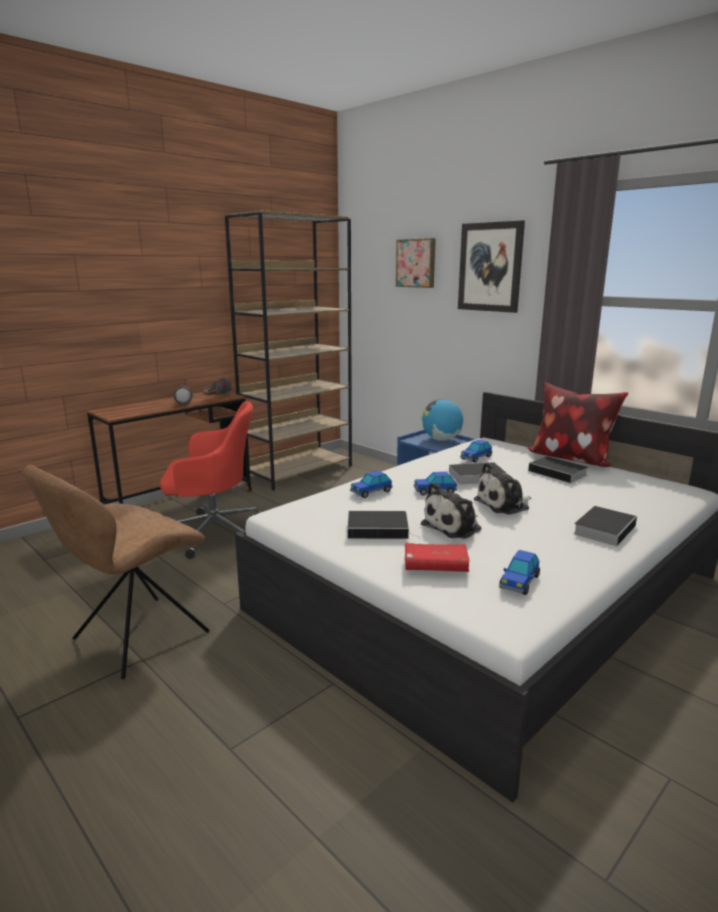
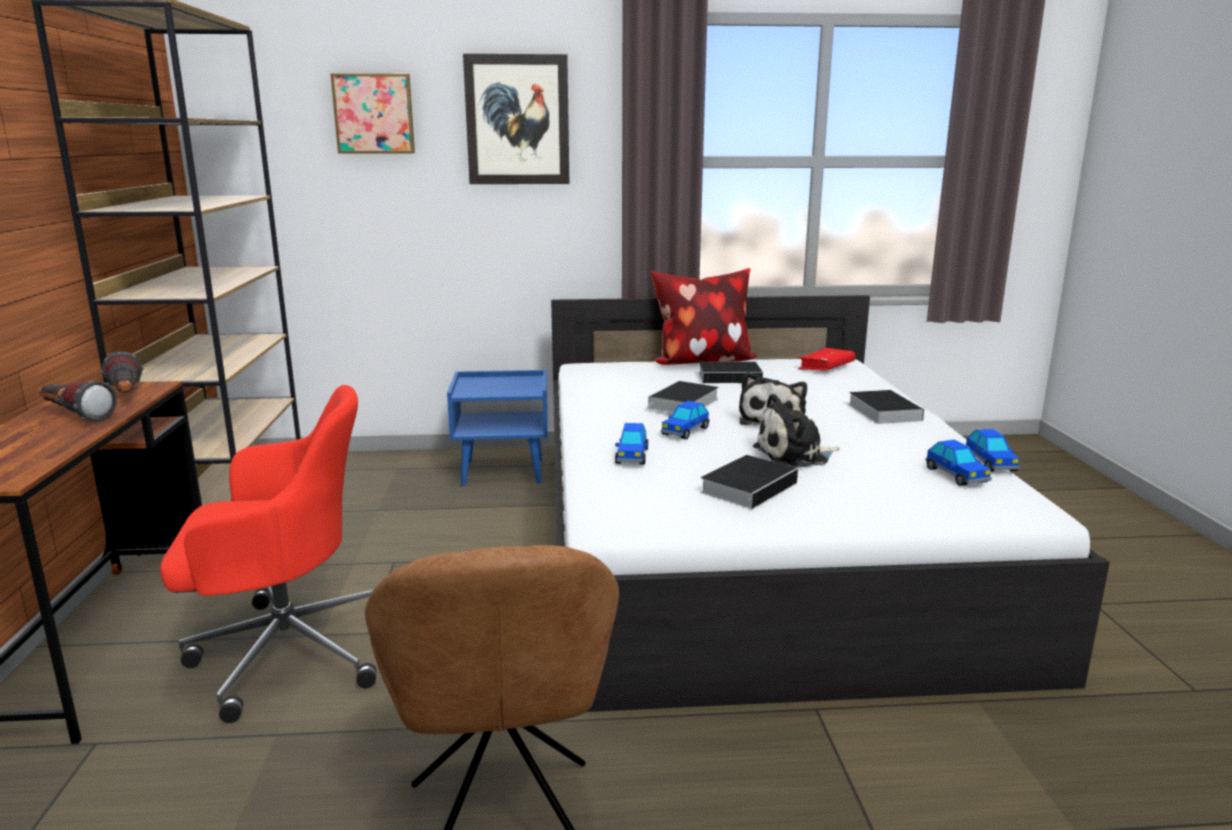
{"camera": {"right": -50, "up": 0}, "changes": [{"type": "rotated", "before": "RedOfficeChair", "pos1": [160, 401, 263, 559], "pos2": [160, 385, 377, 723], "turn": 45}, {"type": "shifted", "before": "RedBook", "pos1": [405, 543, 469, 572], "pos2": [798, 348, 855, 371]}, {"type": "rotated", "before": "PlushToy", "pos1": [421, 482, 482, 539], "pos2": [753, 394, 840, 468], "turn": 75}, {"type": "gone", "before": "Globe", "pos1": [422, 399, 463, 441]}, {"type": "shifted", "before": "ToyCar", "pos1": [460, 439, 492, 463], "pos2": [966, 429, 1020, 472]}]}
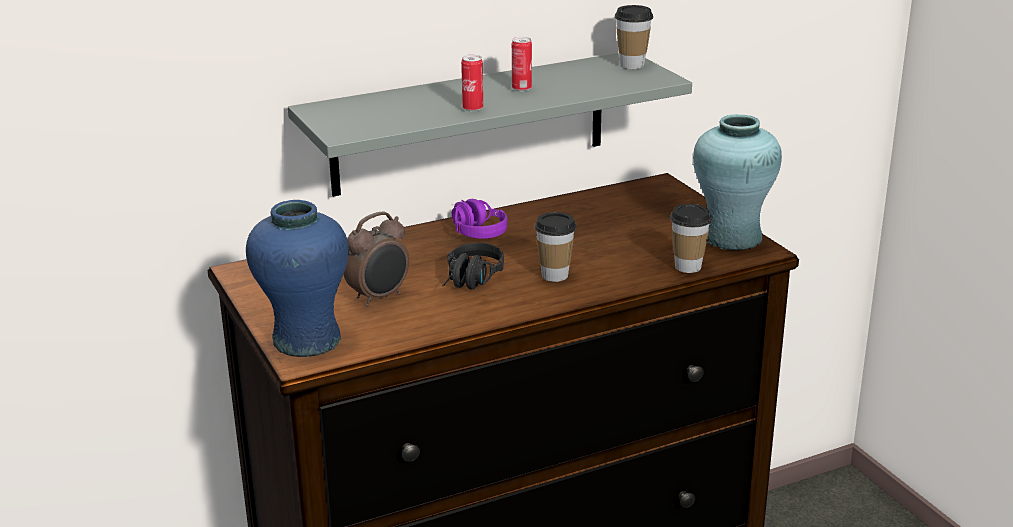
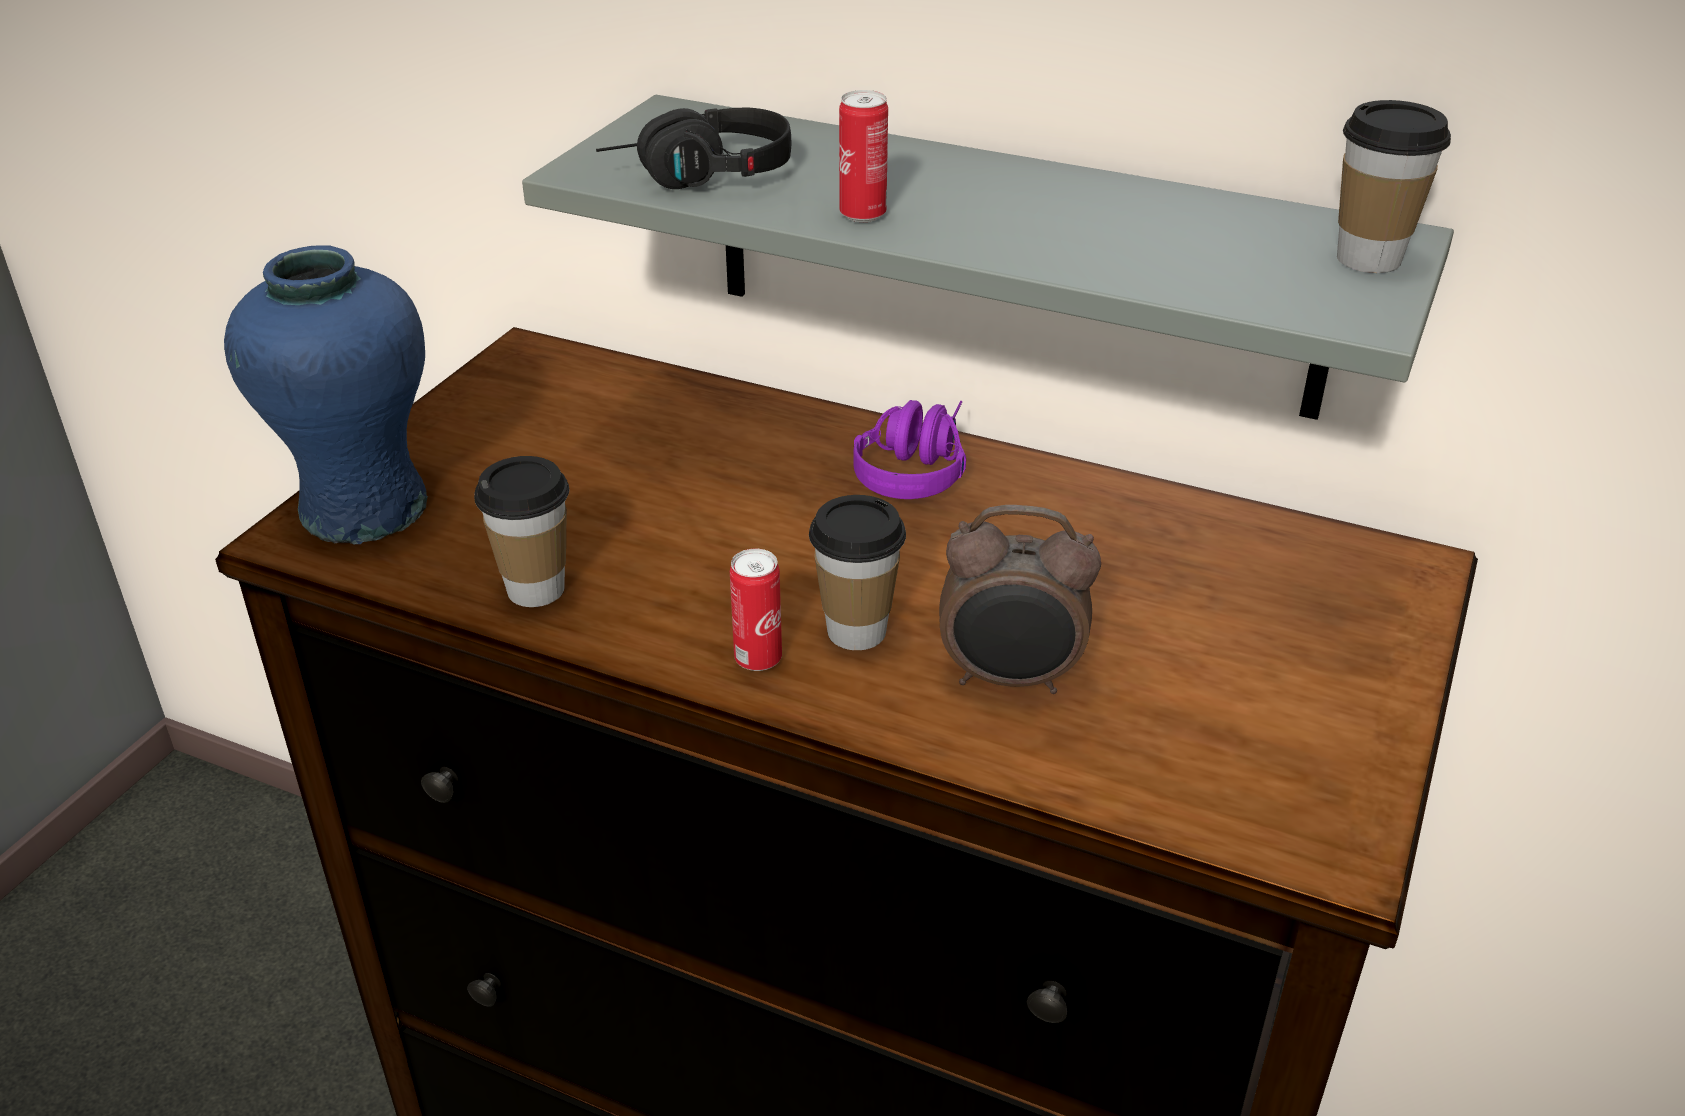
{"camera": {"right": 50, "up": 10}, "changes": [{"type": "shifted", "before": "AlarmClock", "pos1": [344, 212, 409, 307], "pos2": [939, 505, 1101, 694]}, {"type": "shifted", "before": "BlackHeadphones", "pos1": [443, 243, 504, 290], "pos2": [596, 108, 791, 189]}, {"type": "shifted", "before": "Can", "pos1": [512, 37, 532, 92], "pos2": [730, 549, 782, 671]}, {"type": "shifted", "before": "Cup", "pos1": [670, 204, 712, 273], "pos2": [474, 456, 570, 607]}, {"type": "gone", "before": "TurquoiseVase", "pos1": [693, 114, 782, 250]}]}
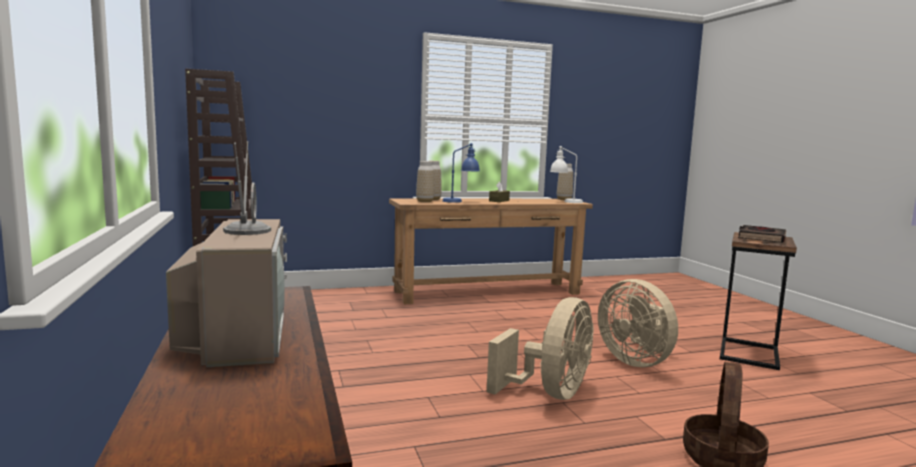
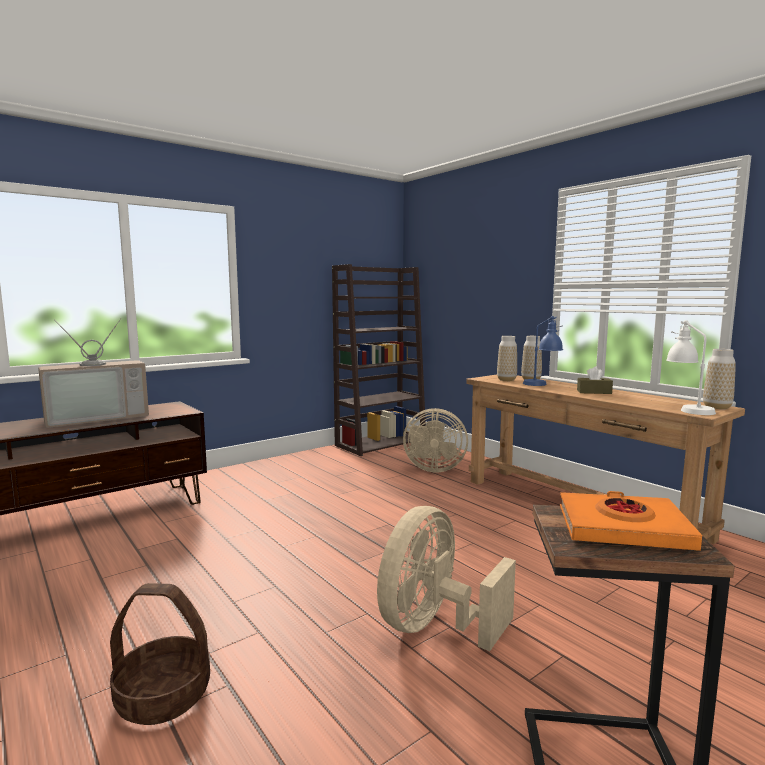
{"camera": {"right": 70, "up": 0}, "changes": [{"type": "shifted", "before": "BeigeFan", "pos1": [487, 297, 594, 400], "pos2": [403, 408, 468, 473]}, {"type": "repainted", "before": "BlackBook", "after": "OrangeBook", "pos1": [738, 225, 786, 243], "pos2": [560, 491, 702, 551]}]}
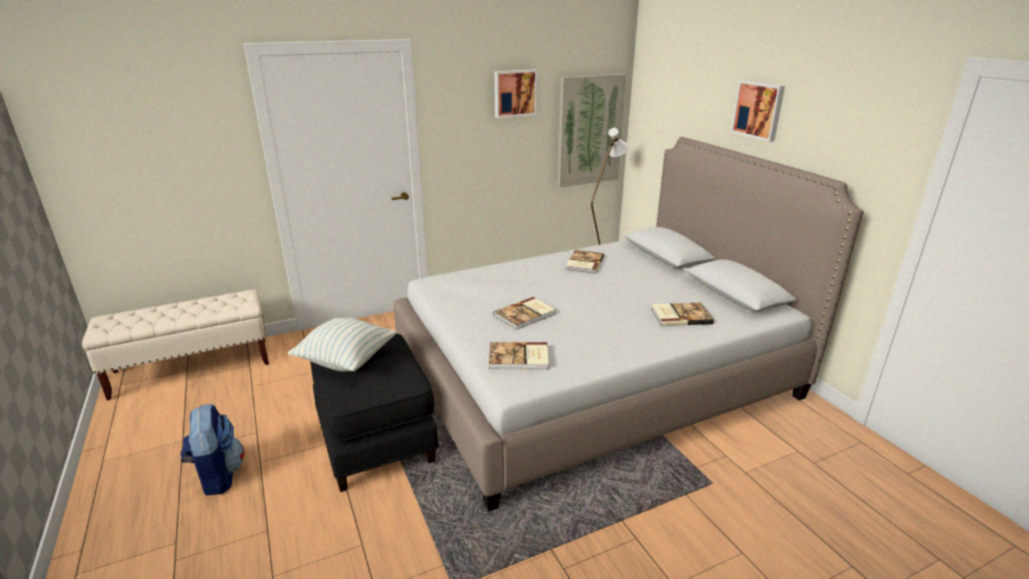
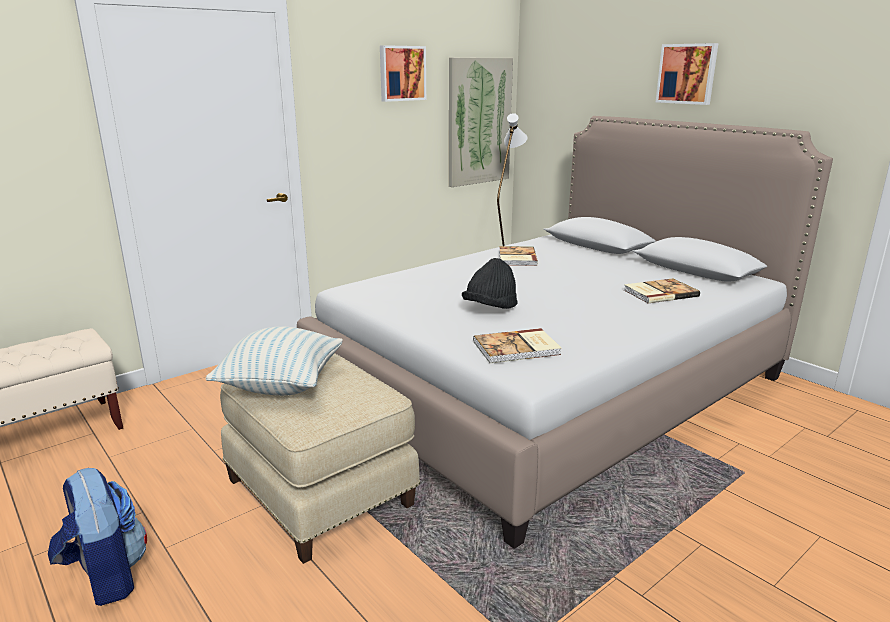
{"camera": {"right": -15, "up": -5}, "changes": [{"type": "repainted", "before": "BlackOttoman", "after": "BeigeOttoman", "pos1": [310, 334, 439, 492], "pos2": [220, 353, 420, 564]}, {"type": "swapped", "before": "Book", "after": "BlackHat", "pos1": [493, 297, 556, 330], "pos2": [462, 258, 518, 309]}]}
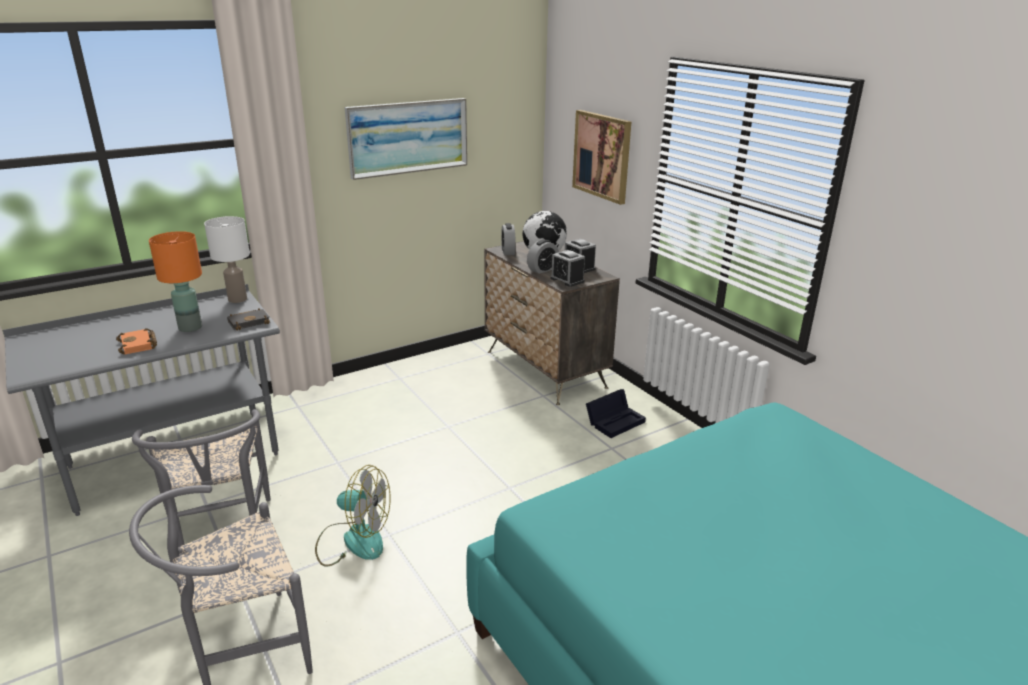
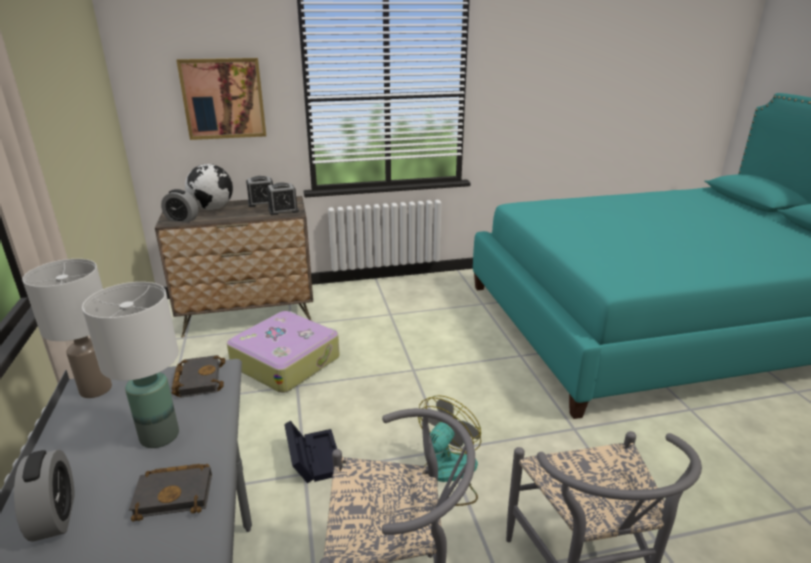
{"camera": {"right": -70, "up": 0}, "changes": [{"type": "repainted", "before": "OrangeBook", "after": "BlackBook", "pos1": [116, 328, 157, 354], "pos2": [129, 464, 212, 522]}, {"type": "repainted", "before": "OrangeTableLamp", "after": "WhiteTableLamp", "pos1": [149, 231, 202, 332], "pos2": [82, 282, 179, 448]}, {"type": "gone", "before": "Picture", "pos1": [345, 98, 467, 180]}, {"type": "shifted", "before": "AlarmClock", "pos1": [527, 239, 559, 274], "pos2": [14, 449, 75, 542]}, {"type": "shifted", "before": "BlackStorageBox", "pos1": [586, 389, 646, 438], "pos2": [284, 421, 337, 483]}, {"type": "new", "after": "Suitcase", "pos2": [227, 311, 340, 393]}]}
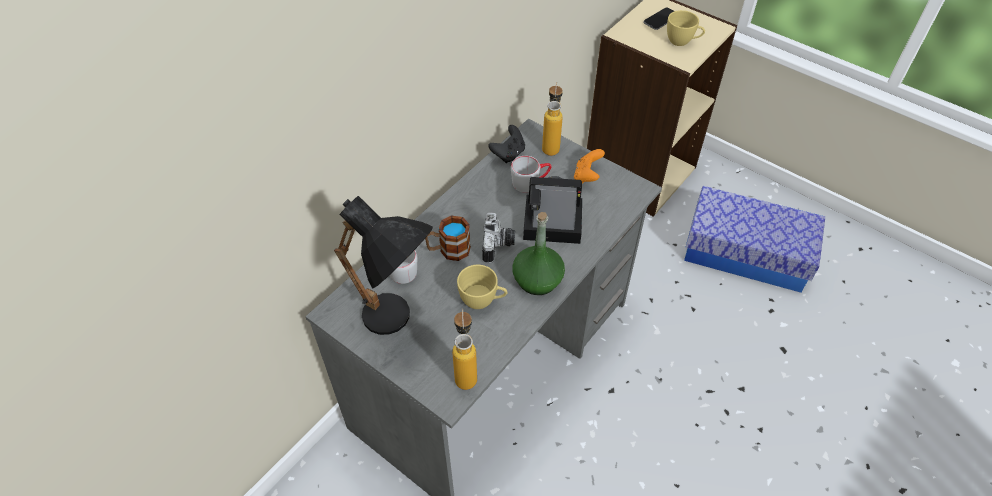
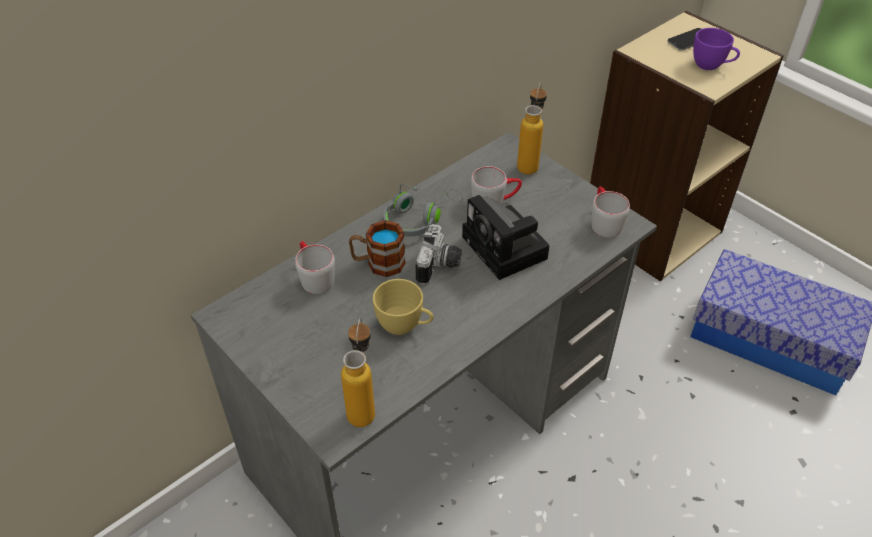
{"camera": {"right": 10, "up": -5}, "changes": [{"type": "gone", "before": "BlackTableLamp", "pos1": [334, 196, 433, 335]}, {"type": "gone", "before": "BlackGameController", "pos1": [488, 125, 525, 163]}, {"type": "gone", "before": "GreenBottle", "pos1": [512, 212, 565, 295]}, {"type": "rotated", "before": "PhotoCamera", "pos1": [523, 176, 582, 244], "pos2": [462, 195, 549, 280], "turn": -135}, {"type": "gone", "before": "OrangeGameController", "pos1": [574, 149, 605, 184]}, {"type": "repainted", "before": "YellowCup", "after": "PurpleCup", "pos1": [667, 10, 705, 46], "pos2": [693, 28, 740, 70]}, {"type": "new", "after": "GreyHeadphones", "pos2": [383, 184, 463, 237]}, {"type": "new", "after": "GreyMug", "pos2": [591, 187, 630, 238]}]}
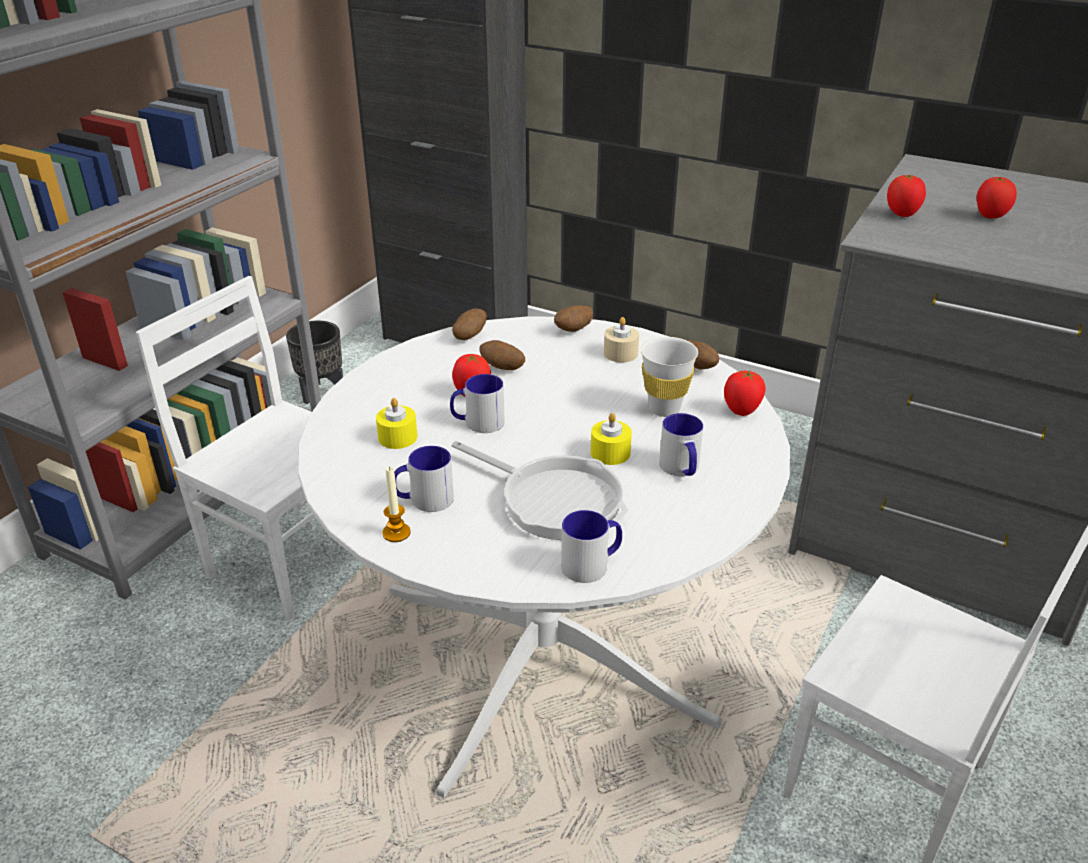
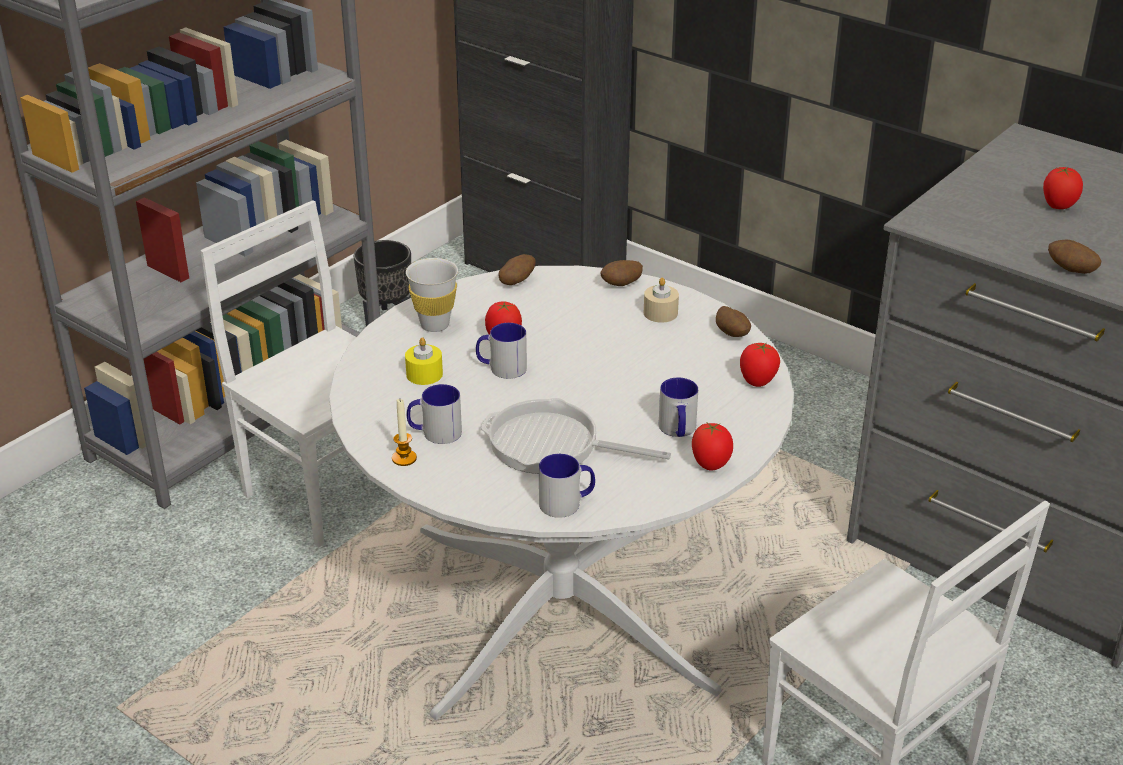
{"camera": {"right": 10, "up": 0}, "changes": [{"type": "rotated", "before": "FryingPan", "pos1": [451, 441, 628, 540], "pos2": [481, 398, 671, 474], "turn": 150}, {"type": "shifted", "before": "Potato", "pos1": [479, 340, 525, 370], "pos2": [1048, 240, 1101, 274]}, {"type": "gone", "before": "YellowCandle", "pos1": [591, 413, 632, 465]}, {"type": "shifted", "before": "WhiteCup", "pos1": [641, 337, 698, 417], "pos2": [406, 258, 458, 332]}, {"type": "shifted", "before": "Tomato", "pos1": [887, 174, 926, 217], "pos2": [692, 423, 733, 470]}]}
